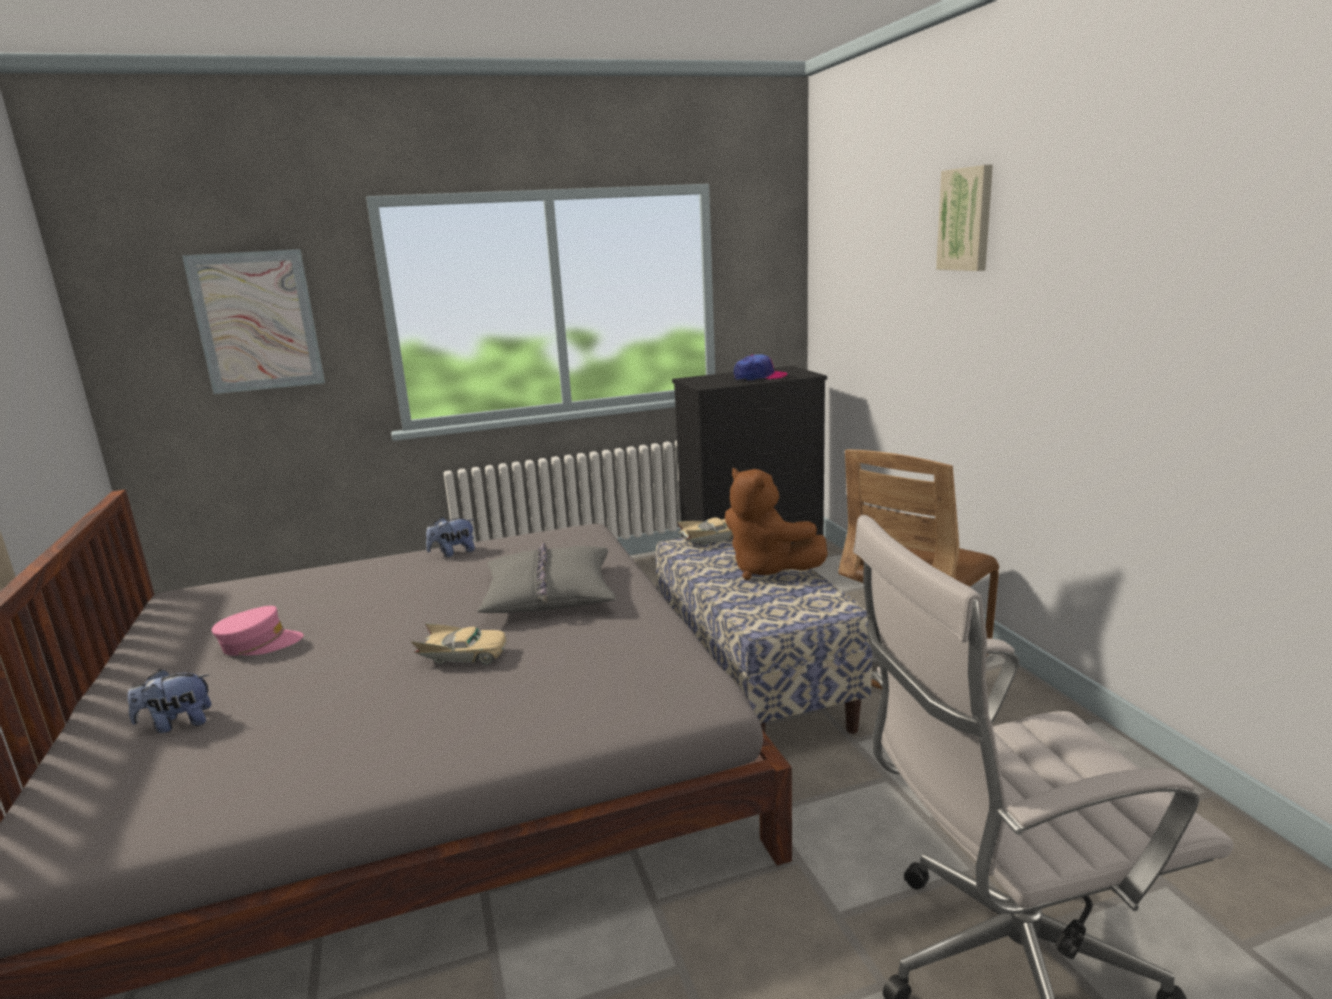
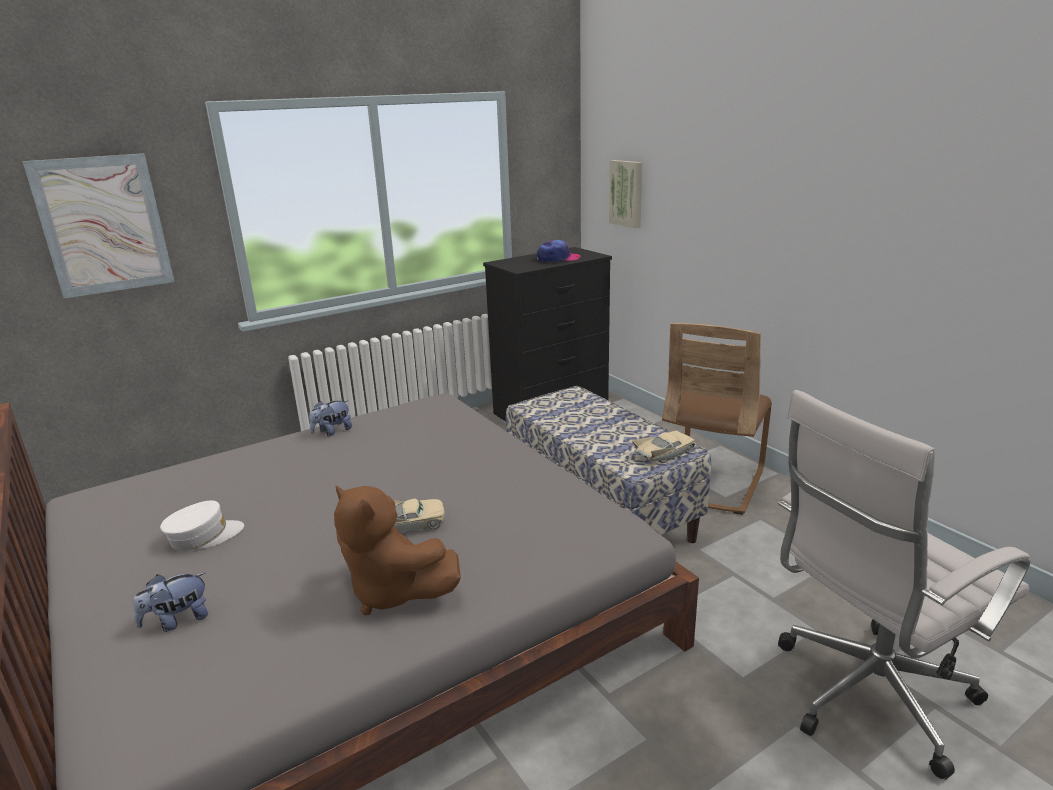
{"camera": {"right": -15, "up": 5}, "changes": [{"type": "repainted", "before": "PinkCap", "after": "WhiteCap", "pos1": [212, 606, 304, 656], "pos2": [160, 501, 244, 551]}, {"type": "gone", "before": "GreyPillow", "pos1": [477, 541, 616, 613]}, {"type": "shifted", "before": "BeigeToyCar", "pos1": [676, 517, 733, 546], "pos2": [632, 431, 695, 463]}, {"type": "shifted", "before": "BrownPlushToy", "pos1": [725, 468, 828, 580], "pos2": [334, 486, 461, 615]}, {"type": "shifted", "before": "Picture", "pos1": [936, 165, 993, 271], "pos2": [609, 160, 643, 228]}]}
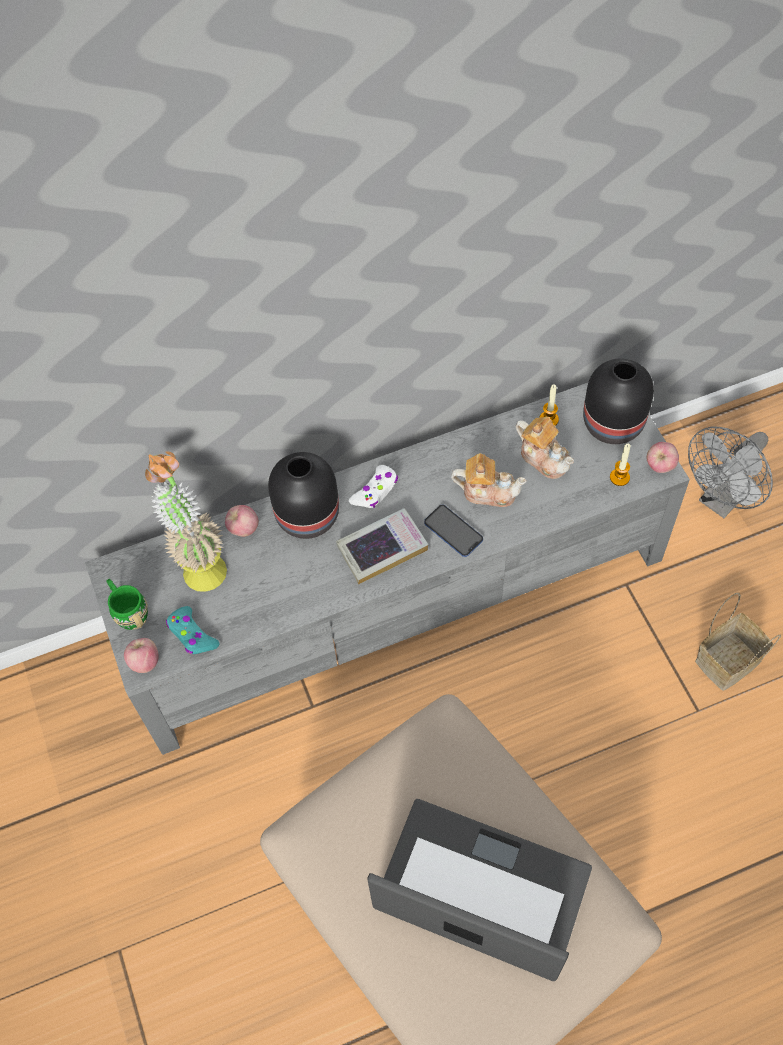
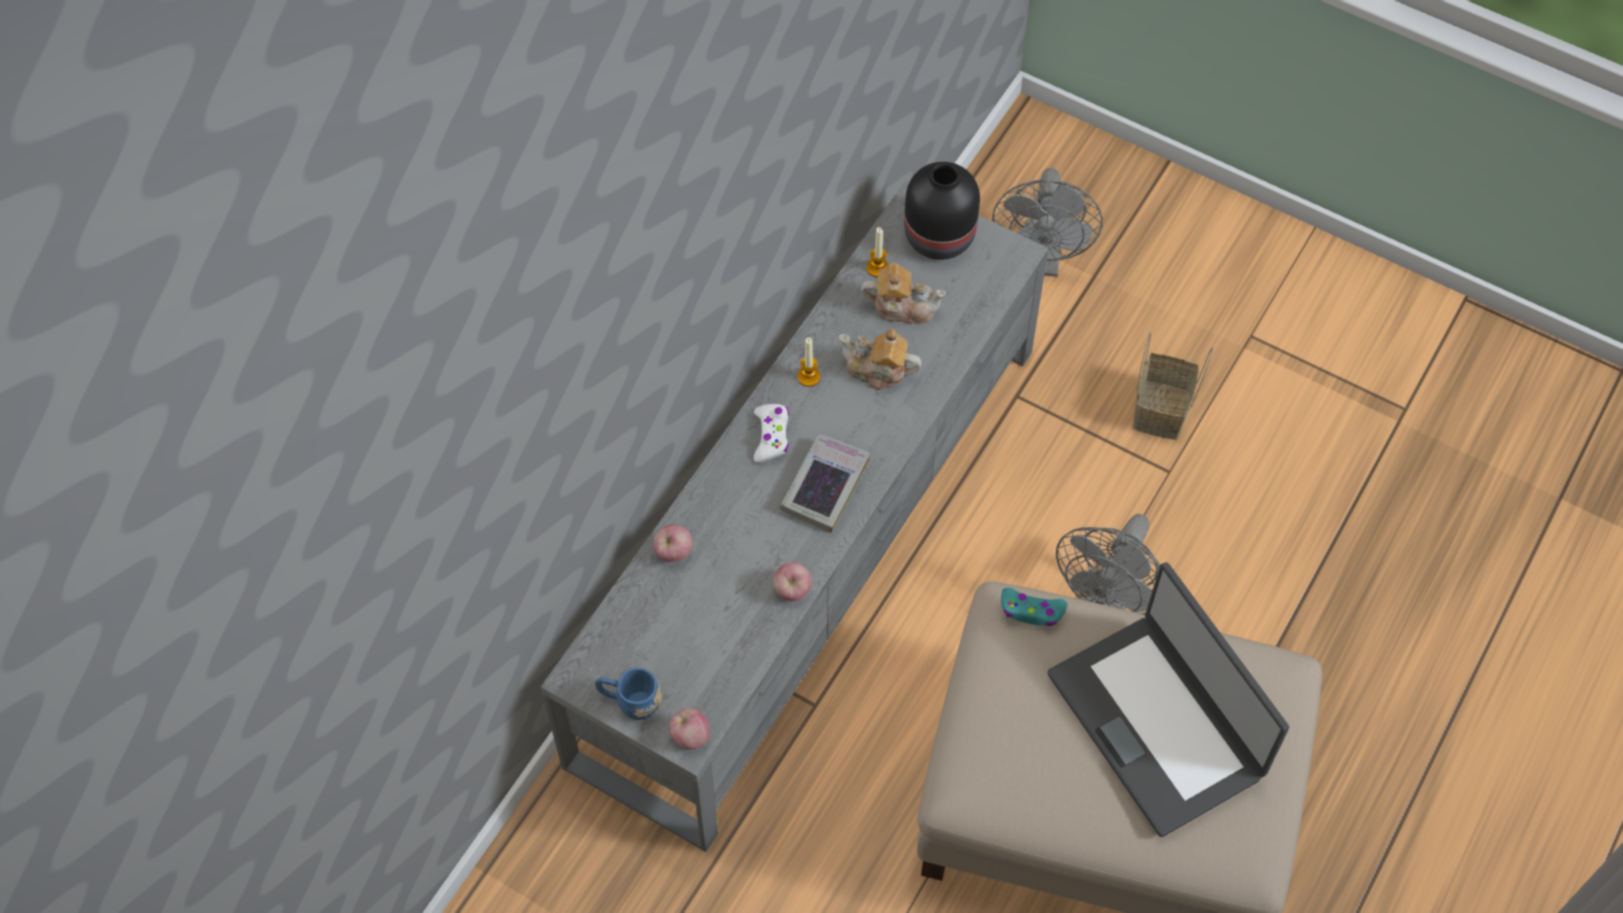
{"camera": {"right": -40, "up": 0}, "changes": [{"type": "repainted", "before": "GreenMug", "after": "BlueMug", "pos1": [107, 579, 148, 630], "pos2": [595, 668, 662, 720]}, {"type": "gone", "before": "PottedPlant", "pos1": [145, 451, 227, 592]}, {"type": "shifted", "before": "TurquoiseGameController", "pos1": [166, 606, 219, 654], "pos2": [1001, 588, 1067, 626]}, {"type": "gone", "before": "BlackVase", "pos1": [268, 452, 339, 539]}, {"type": "rotated", "before": "Laptop", "pos1": [367, 799, 592, 981], "pos2": [1047, 562, 1289, 837], "turn": -105}, {"type": "gone", "before": "Phone", "pos1": [424, 505, 483, 557]}, {"type": "rotated", "before": "Teapot", "pos1": [451, 453, 527, 507], "pos2": [839, 329, 922, 390], "turn": -135}, {"type": "shifted", "before": "Candle", "pos1": [610, 444, 631, 486], "pos2": [797, 338, 821, 386]}, {"type": "shifted", "before": "Apple", "pos1": [647, 442, 679, 473], "pos2": [774, 562, 812, 601]}, {"type": "new", "after": "GreyFan", "pos2": [1056, 514, 1160, 615]}]}
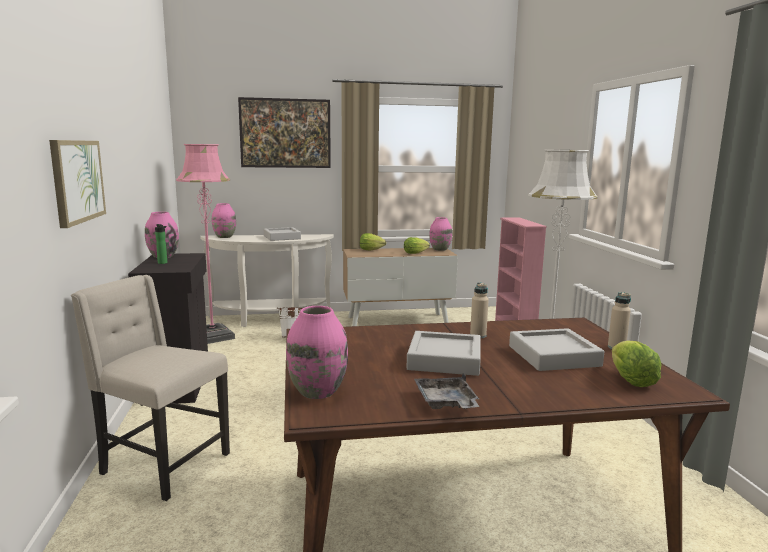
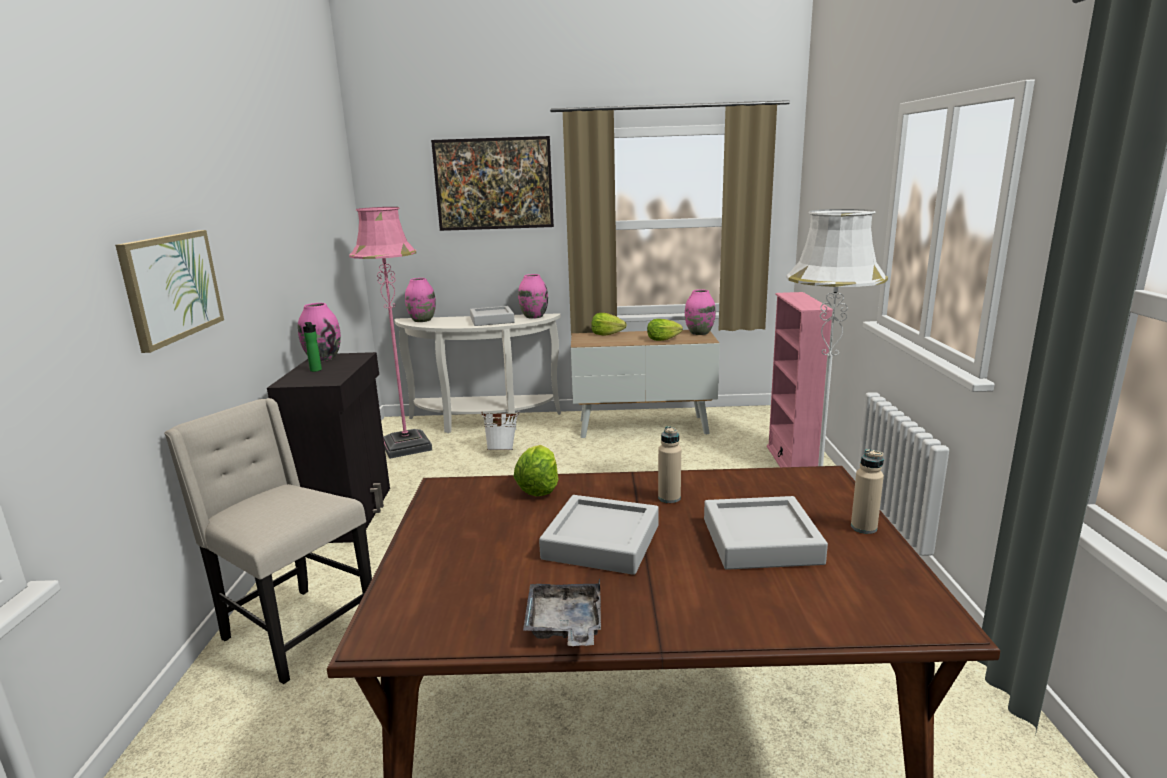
{"camera": {"right": 10, "up": 5}, "changes": [{"type": "shifted", "before": "PinkVase", "pos1": [286, 306, 348, 399], "pos2": [518, 274, 548, 319]}, {"type": "shifted", "before": "Lettuce", "pos1": [612, 341, 661, 387], "pos2": [514, 445, 559, 496]}]}
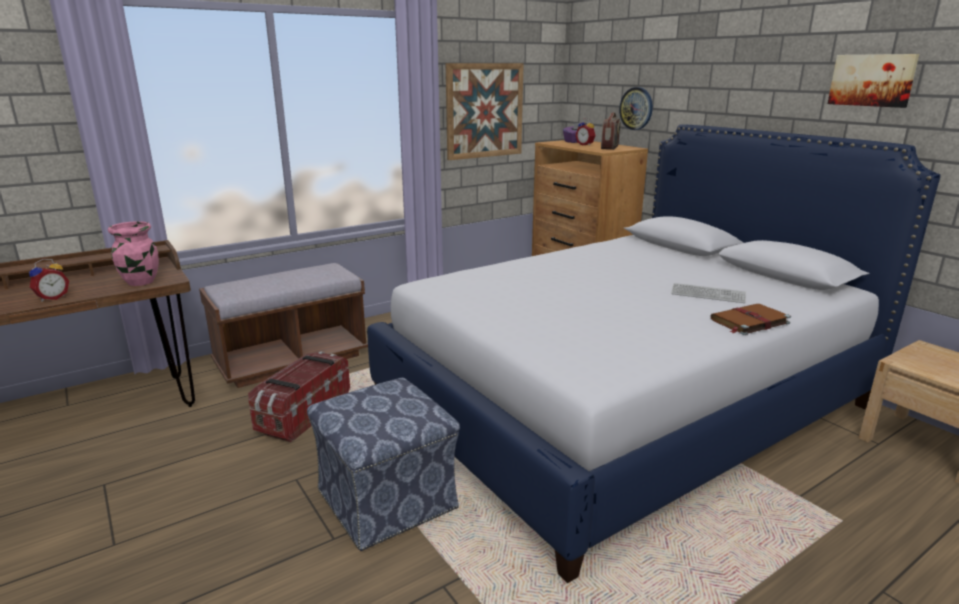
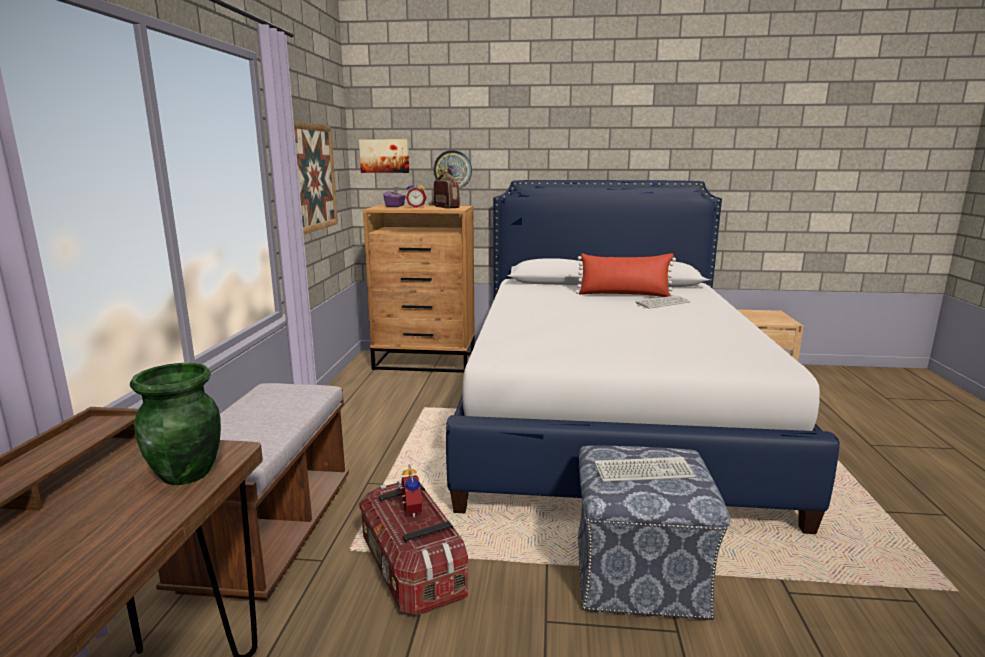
{"camera": {"right": -50, "up": -5}, "changes": [{"type": "shifted", "before": "AlarmClock", "pos1": [29, 259, 69, 302], "pos2": [397, 464, 422, 518]}, {"type": "repainted", "before": "PinkVase", "after": "GreenVase", "pos1": [108, 221, 159, 286], "pos2": [130, 363, 221, 485]}, {"type": "gone", "before": "BrownBook", "pos1": [711, 304, 791, 335]}, {"type": "shifted", "before": "Picture", "pos1": [828, 54, 919, 108], "pos2": [359, 139, 409, 173]}, {"type": "new", "after": "RedPillow", "pos2": [576, 253, 676, 297]}, {"type": "new", "after": "Keyboard", "pos2": [594, 457, 695, 482]}]}
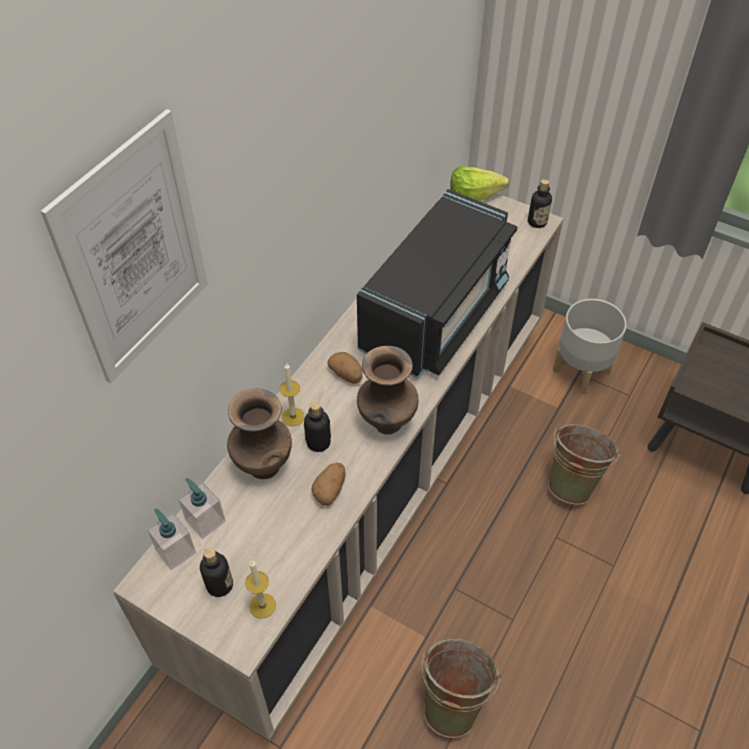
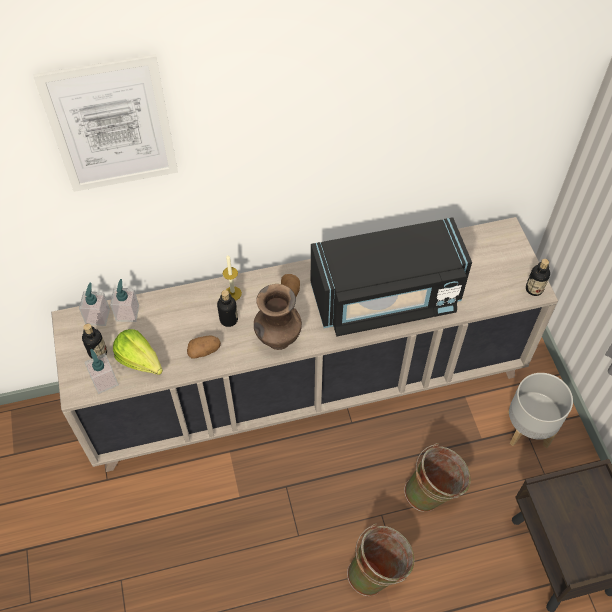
{"camera": {"right": 45, "up": 5}, "changes": [{"type": "gone", "before": "BrownVase", "pos1": [227, 388, 292, 479]}, {"type": "swapped", "before": "Candle", "after": "SoapDispenser", "pos1": [245, 561, 276, 619], "pos2": [84, 349, 119, 394]}, {"type": "shifted", "before": "GreenBucket", "pos1": [421, 639, 501, 738], "pos2": [347, 524, 415, 596]}, {"type": "shifted", "before": "Lettuce", "pos1": [450, 166, 509, 201], "pos2": [113, 329, 163, 375]}]}
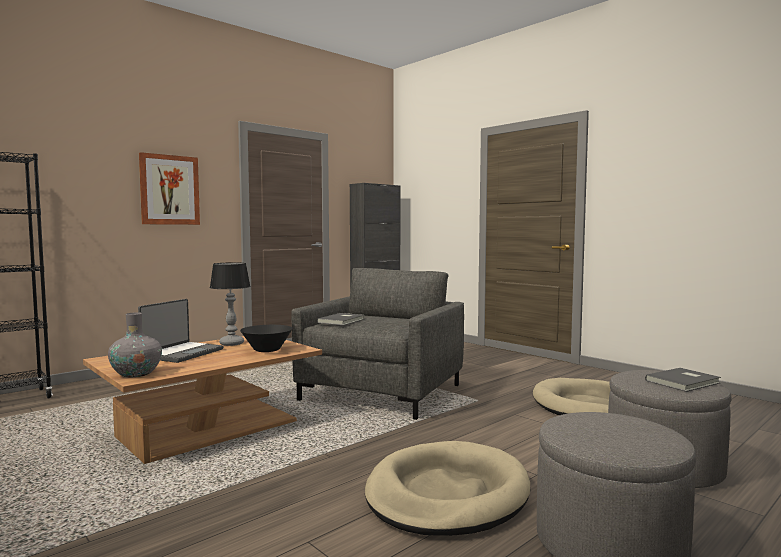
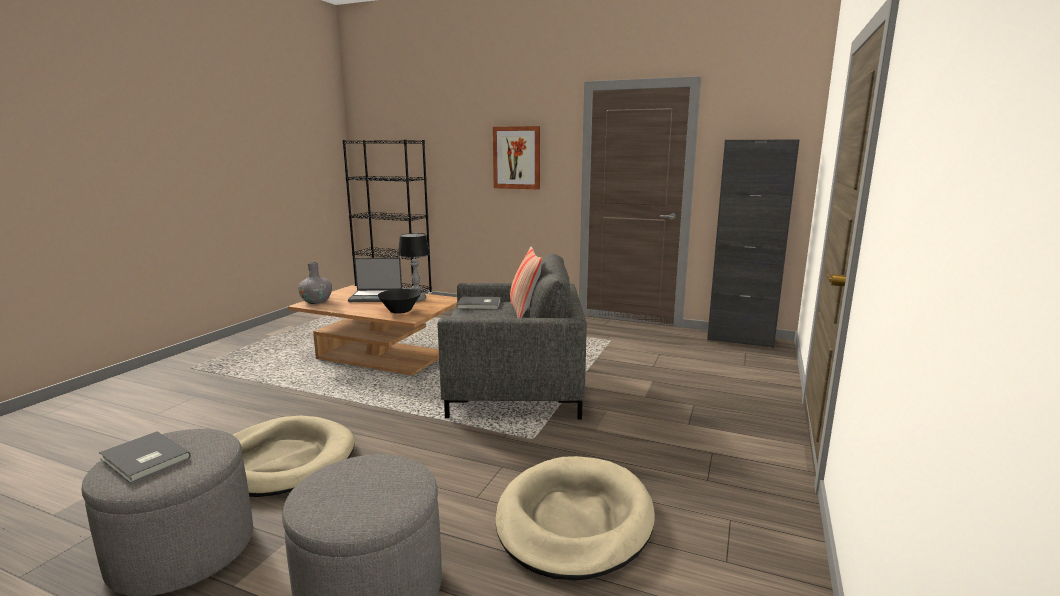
{"camera": {"right": 65, "up": 10}, "changes": [{"type": "shifted", "before": "GreyBook", "pos1": [645, 368, 721, 392], "pos2": [99, 431, 191, 483]}, {"type": "new", "after": "Pillow", "pos2": [510, 247, 542, 318]}]}
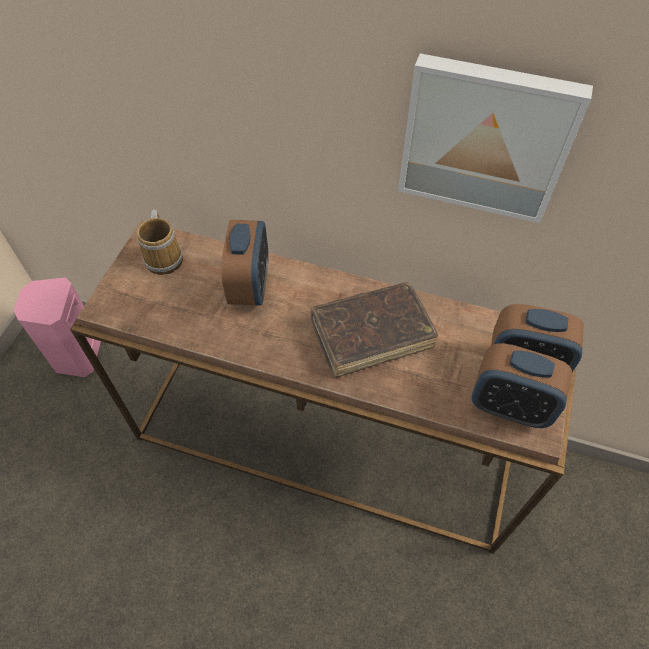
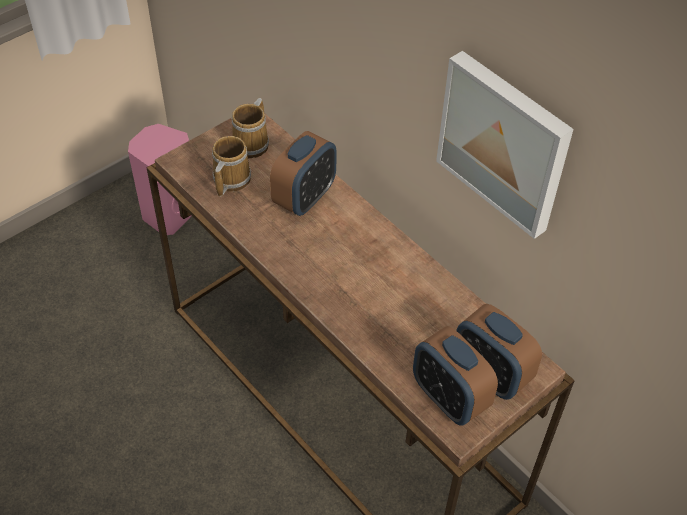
{"camera": {"right": 30, "up": -5}, "changes": [{"type": "gone", "before": "BrownBook", "pos1": [310, 282, 438, 378]}, {"type": "new", "after": "Mug", "pos2": [212, 136, 251, 196]}]}
